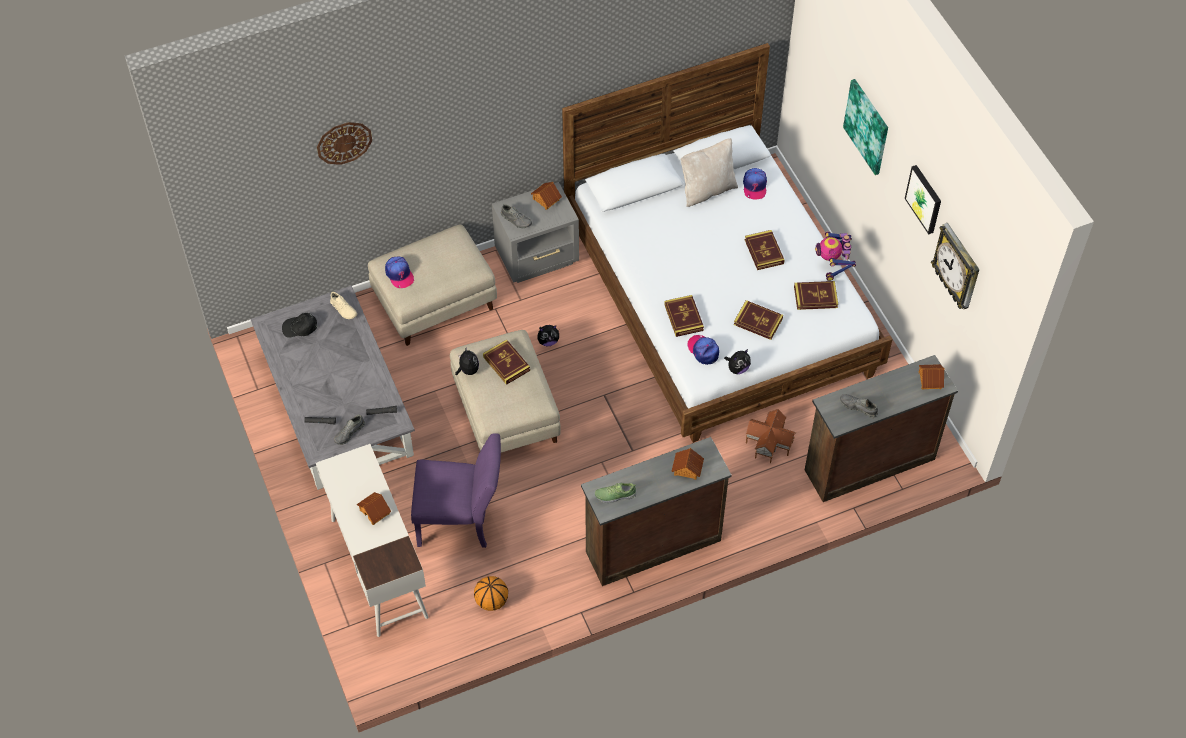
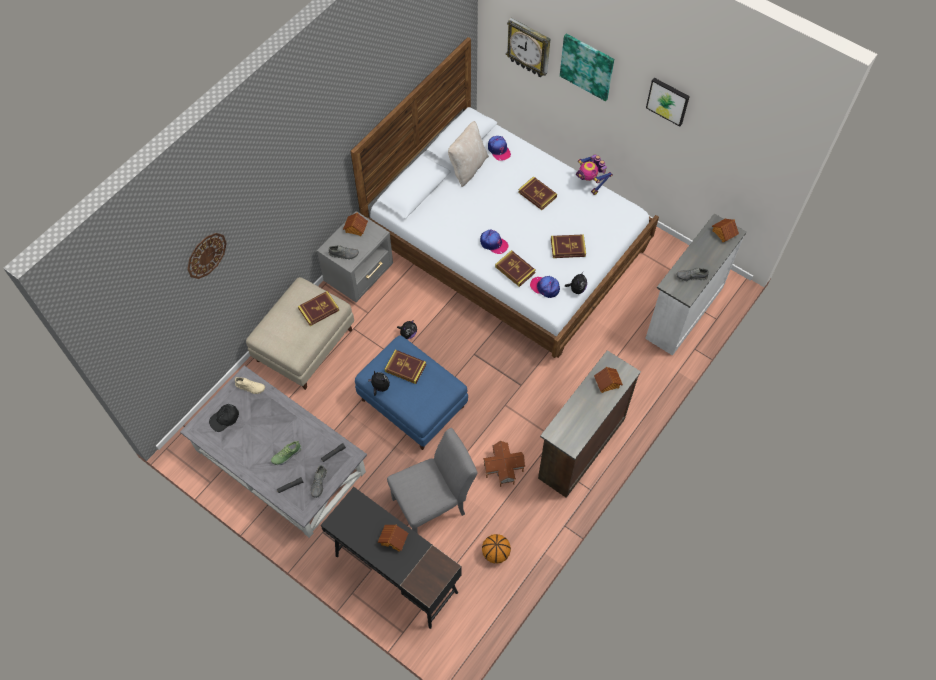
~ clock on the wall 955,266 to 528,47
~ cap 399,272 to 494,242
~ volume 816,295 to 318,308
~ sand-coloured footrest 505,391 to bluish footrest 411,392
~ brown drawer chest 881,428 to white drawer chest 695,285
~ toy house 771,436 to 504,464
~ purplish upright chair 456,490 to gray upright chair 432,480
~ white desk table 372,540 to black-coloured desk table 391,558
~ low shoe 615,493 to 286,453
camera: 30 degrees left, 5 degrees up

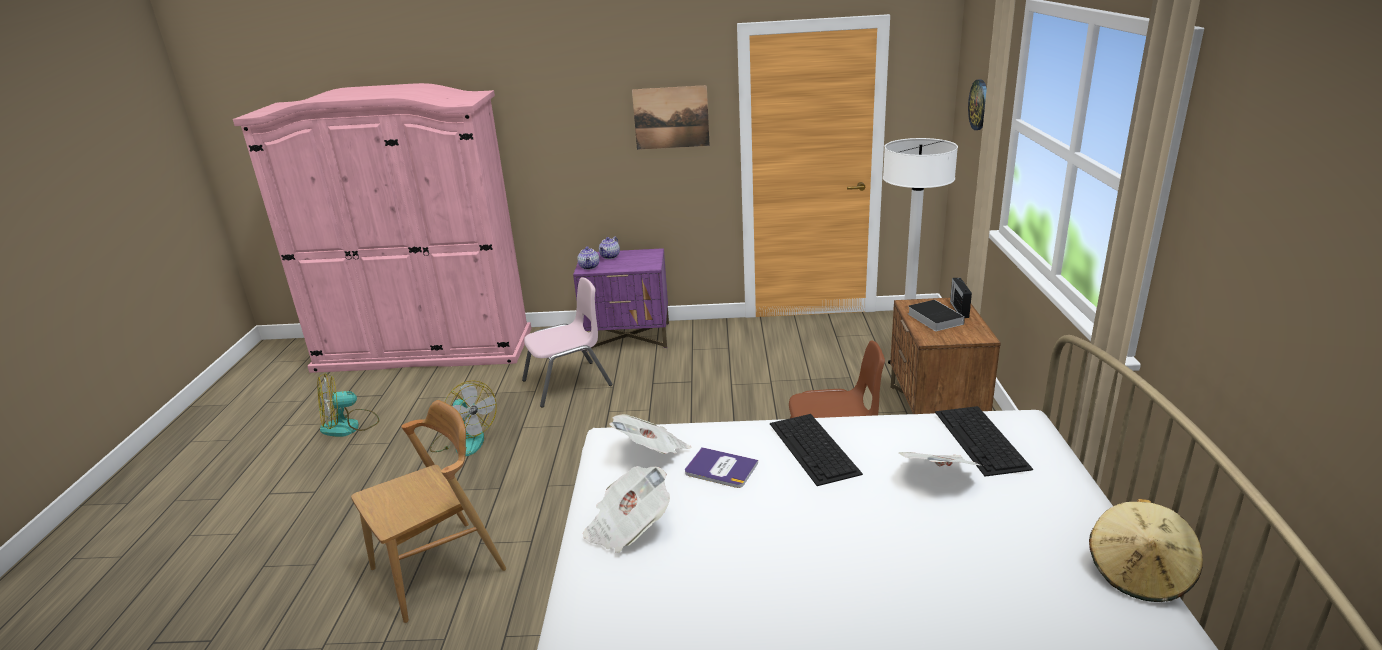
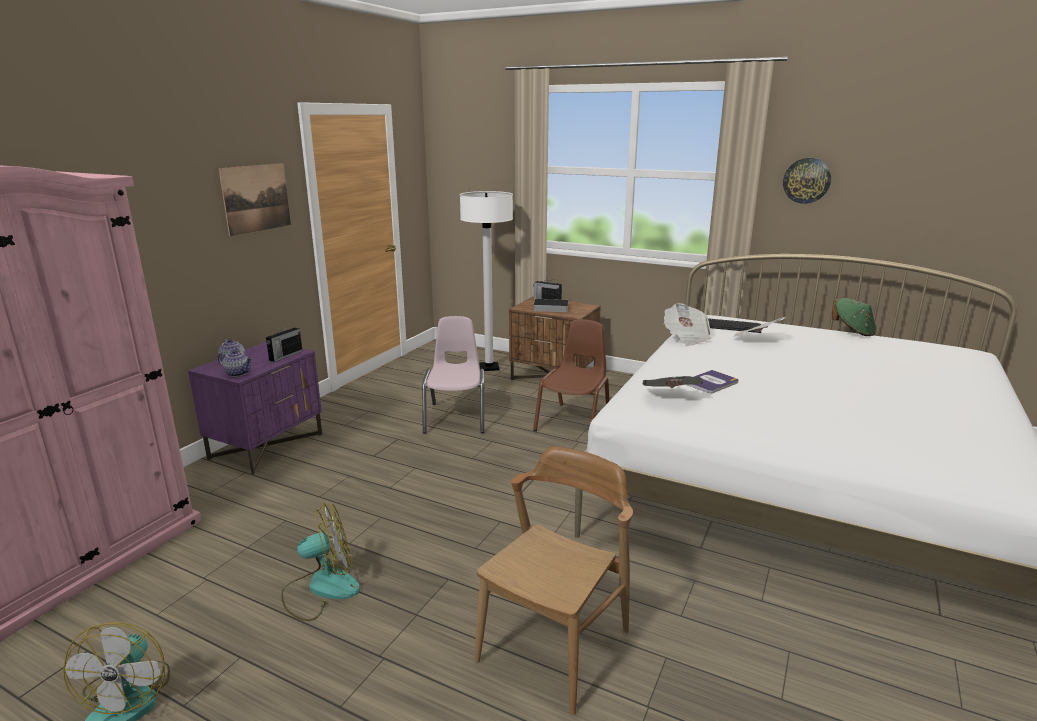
~ clock on the wall 977,104 to 807,181
~ pinkish upright chair 567,342 to 453,375
~ brown upright chair 428,511 = 553,580 45 degrees clockwise
- keyboard 816,450
~ newspaper 626,509 to 687,324
~ sand-coloured wearable hat 1146,550 to green-coloured wearable hat 854,317
+ radio 284,343
camera: 65 degrees left, 5 degrees down

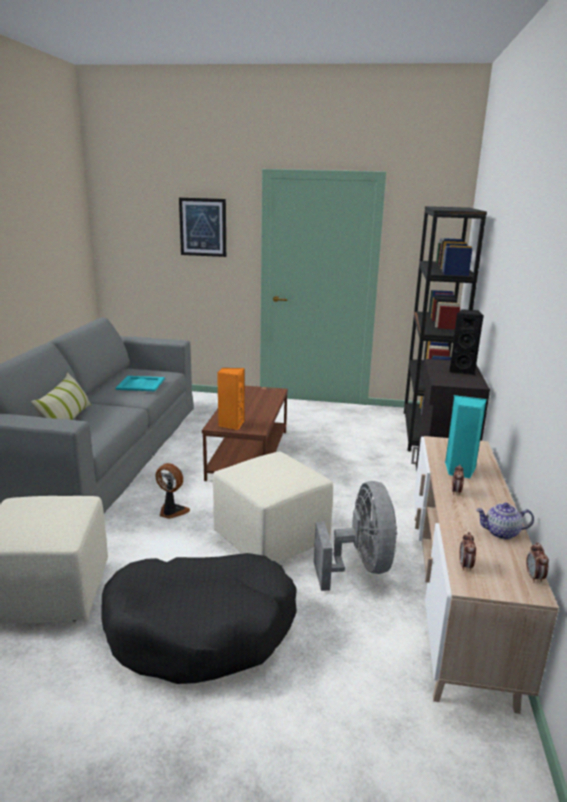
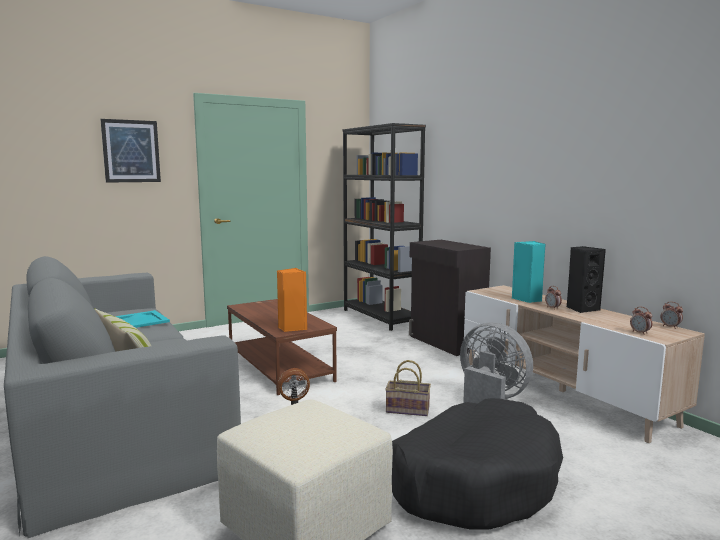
~ black-coloured audio speaker 466,342 to 586,279
~ sand-coloured footrest 273,507 to household basket 408,388
- tea pot 505,521
camera: 40 degrees left, 10 degrees down

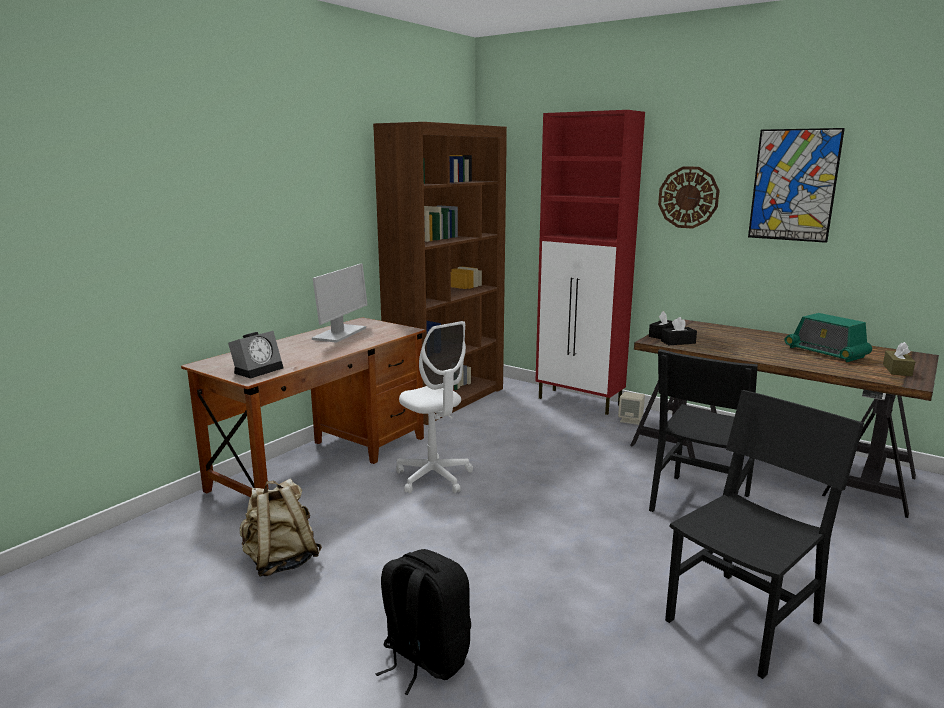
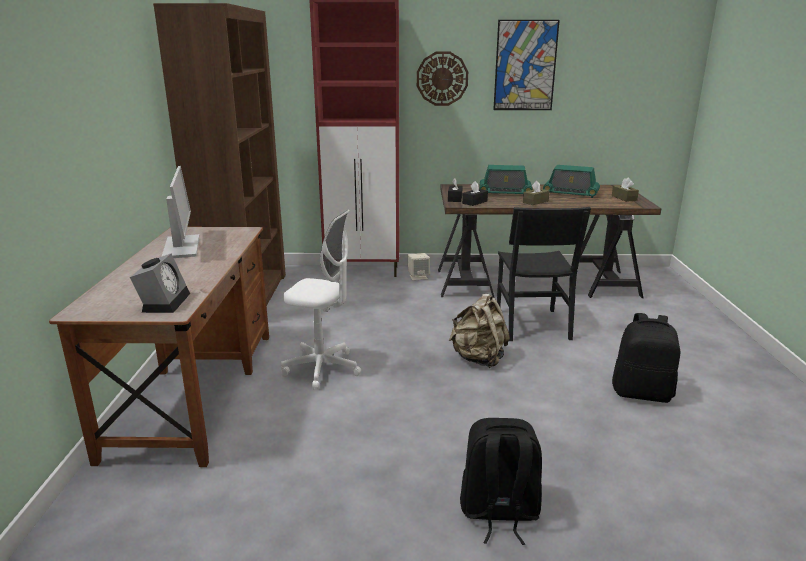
~ black-coloured upright chair 764,534 to black-coloured knapsack 646,358
~ sand-coloured knapsack 281,527 to 479,330
+ radio 506,179
+ brown box of tissues 536,193
camera: 35 degrees left, 5 degrees up

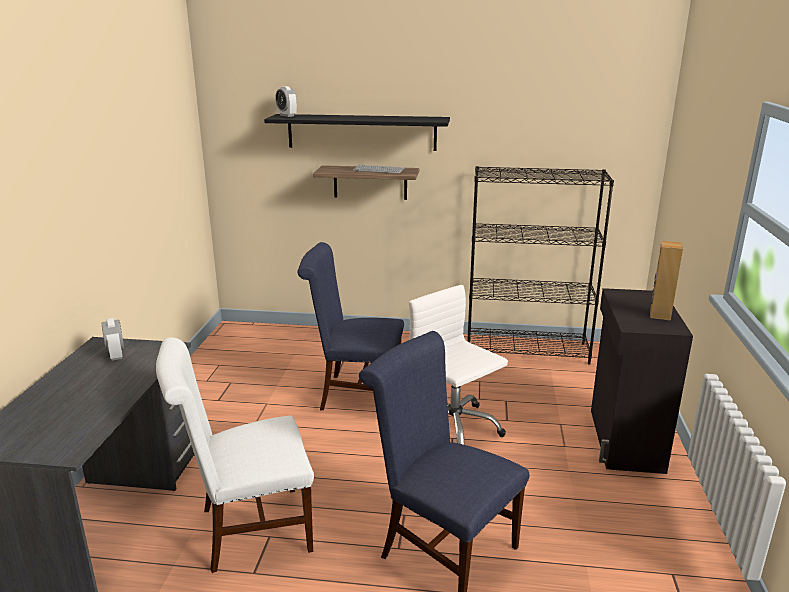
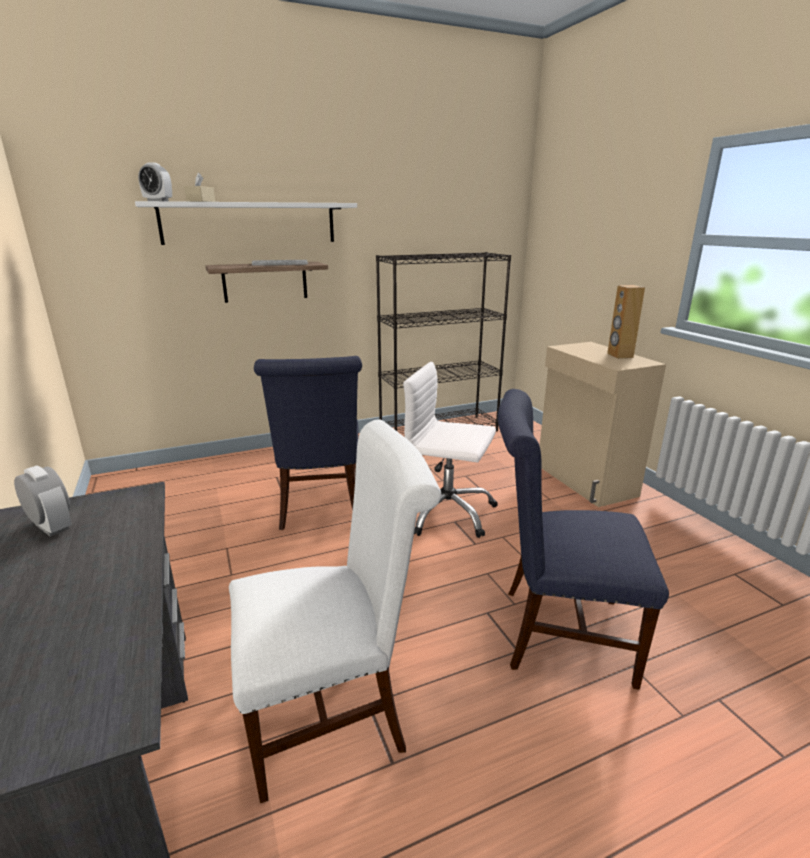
~ black-coloured bracket shelf 357,132 to white bracket shelf 246,223
~ bluish upright chair 350,326 = 308,443 75 degrees counterclockwise
~ black-coloured cupboard 642,381 to sand-coloured cupboard 603,424
~ white upright chair 235,455 = 335,611 150 degrees counterclockwise
+ sand-coloured box of tissues 199,187
camera: 30 degrees left, 0 degrees up

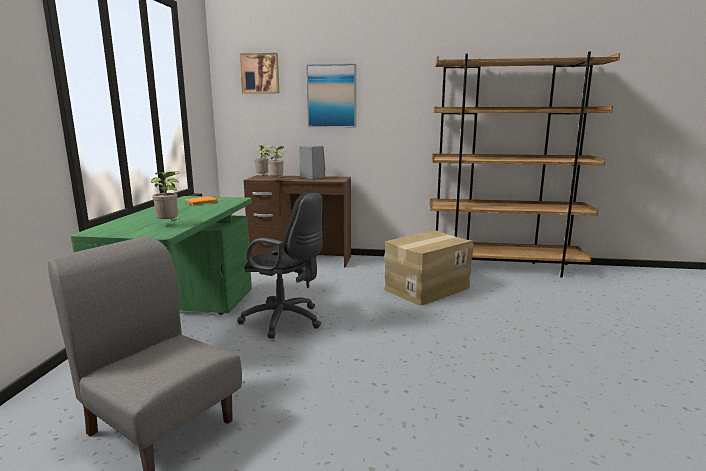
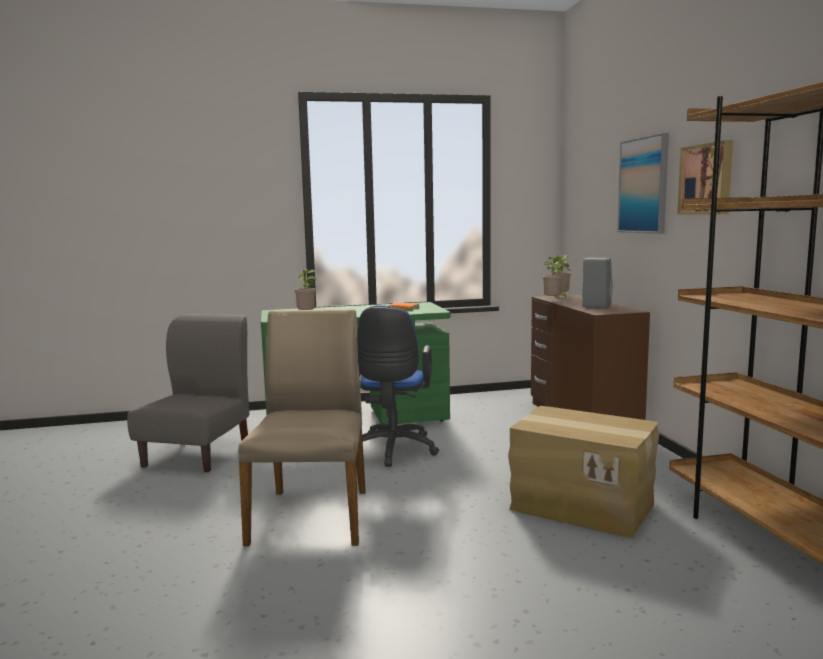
~ picture 259,73 to 705,177
~ black-coloured desk chair 280,265 to bluish desk chair 398,386
+ sand-coloured upright chair 302,427
camera: 70 degrees right, 5 degrees down

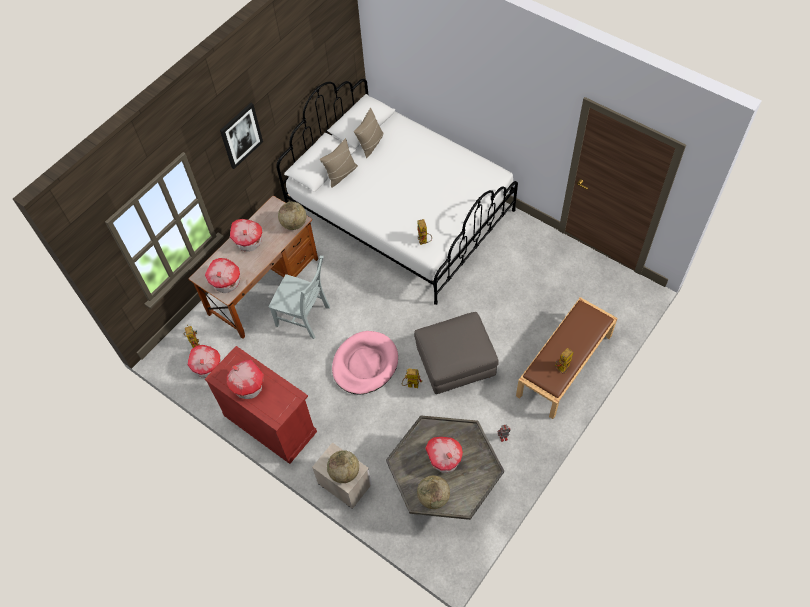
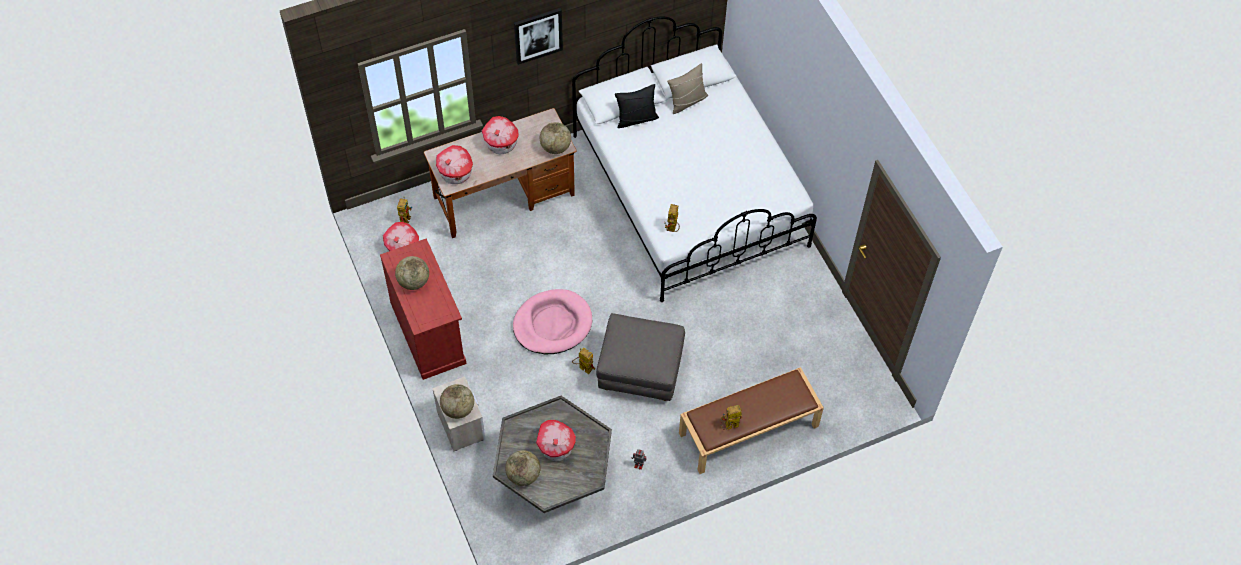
~ sand-coloured cushion 339,163 to black-coloured cushion 637,106
- gray upright chair 299,297
~ toy house 245,379 to globe 412,273
camera: 25 degrees right, 0 degrees up

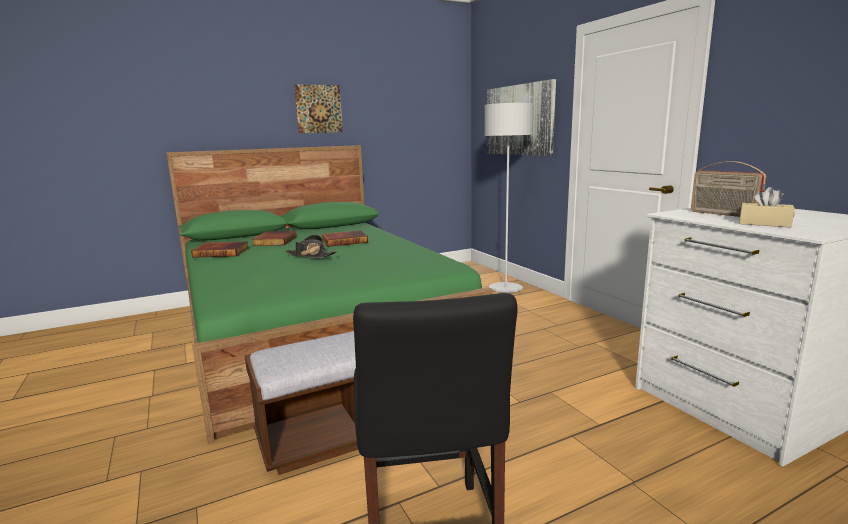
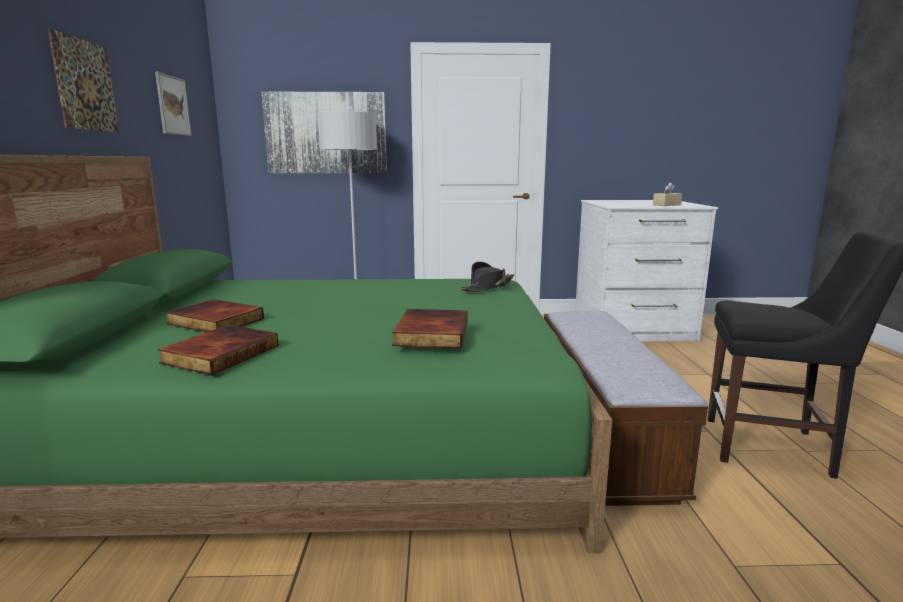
- radio 728,189
~ volume 345,238 to 430,328
~ black-coloured wearable hat 311,246 to 486,277
+ picture 173,104
camera: 65 degrees left, 0 degrees up

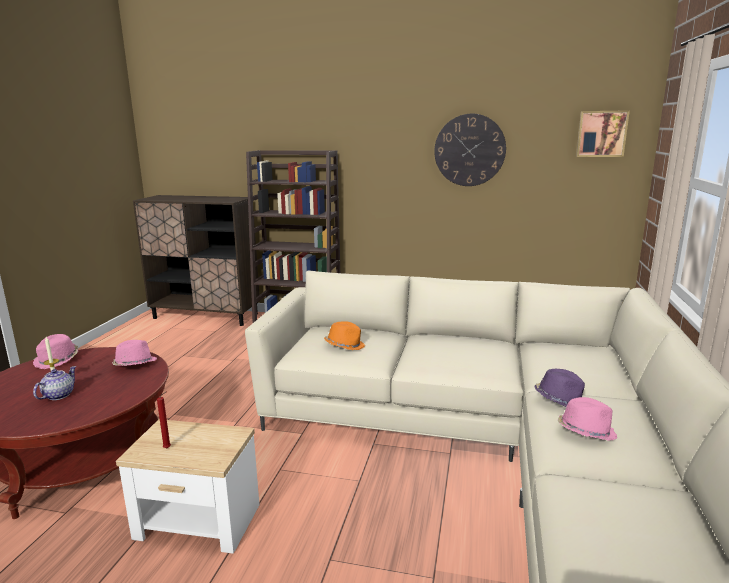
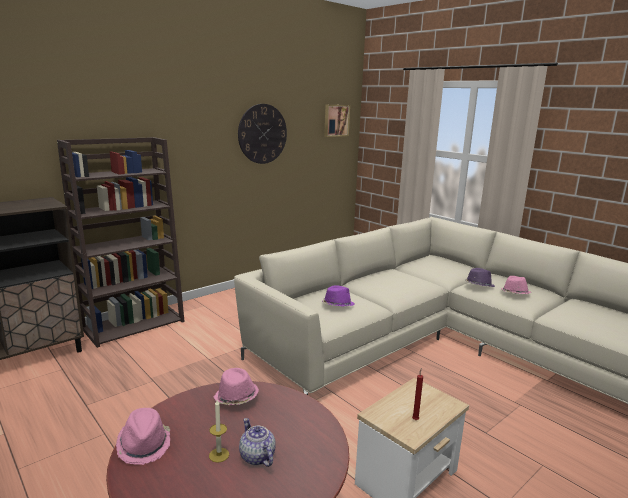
~ orange-coloured wearable hat 344,335 to purplish wearable hat 338,296
camera: 55 degrees left, 0 degrees up

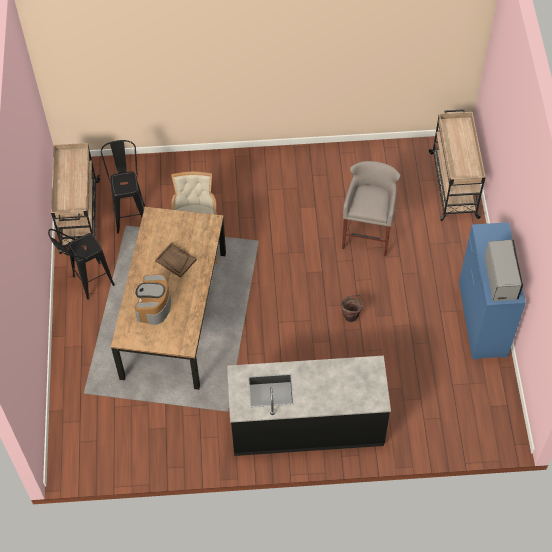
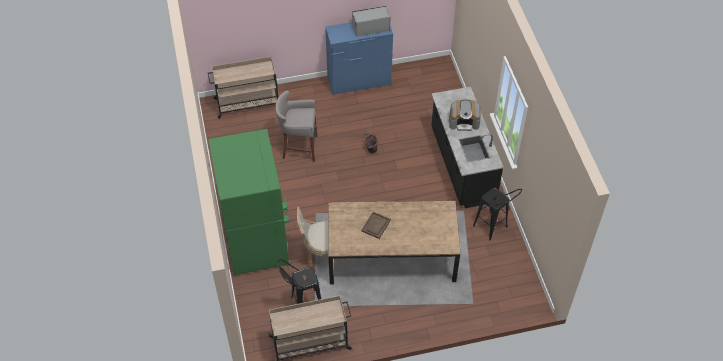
~ black-coloured stool 81,264 to 497,214
~ coffee machine 153,299 to 465,115
+ green-coloured kitchen fridge 249,202
camera: 100 degrees left, 5 degrees down

